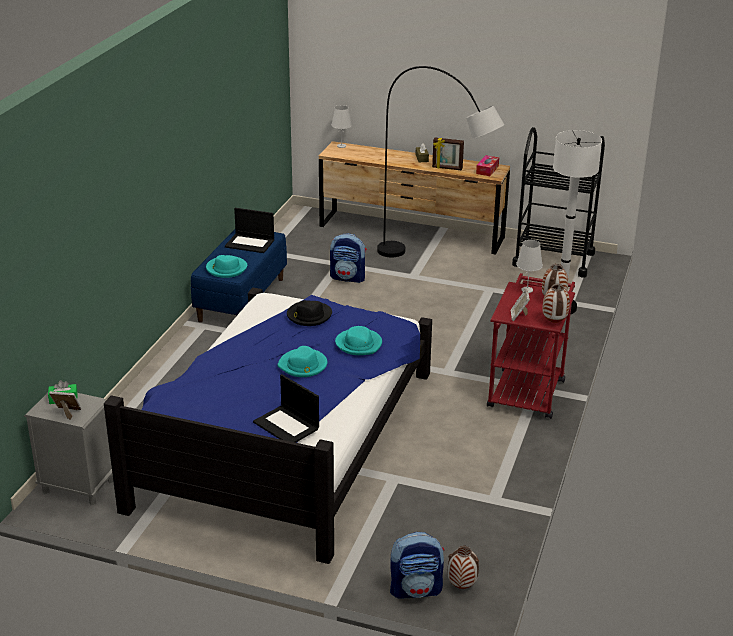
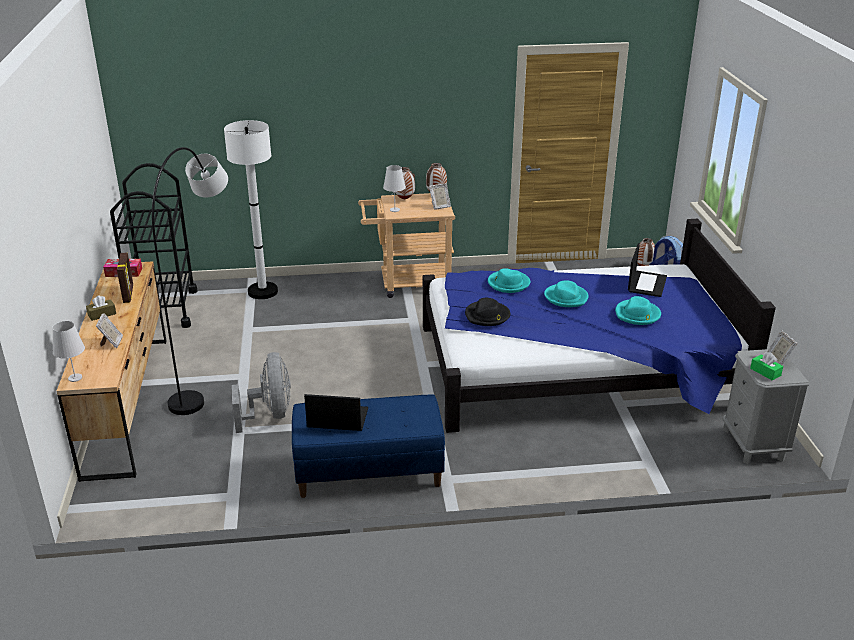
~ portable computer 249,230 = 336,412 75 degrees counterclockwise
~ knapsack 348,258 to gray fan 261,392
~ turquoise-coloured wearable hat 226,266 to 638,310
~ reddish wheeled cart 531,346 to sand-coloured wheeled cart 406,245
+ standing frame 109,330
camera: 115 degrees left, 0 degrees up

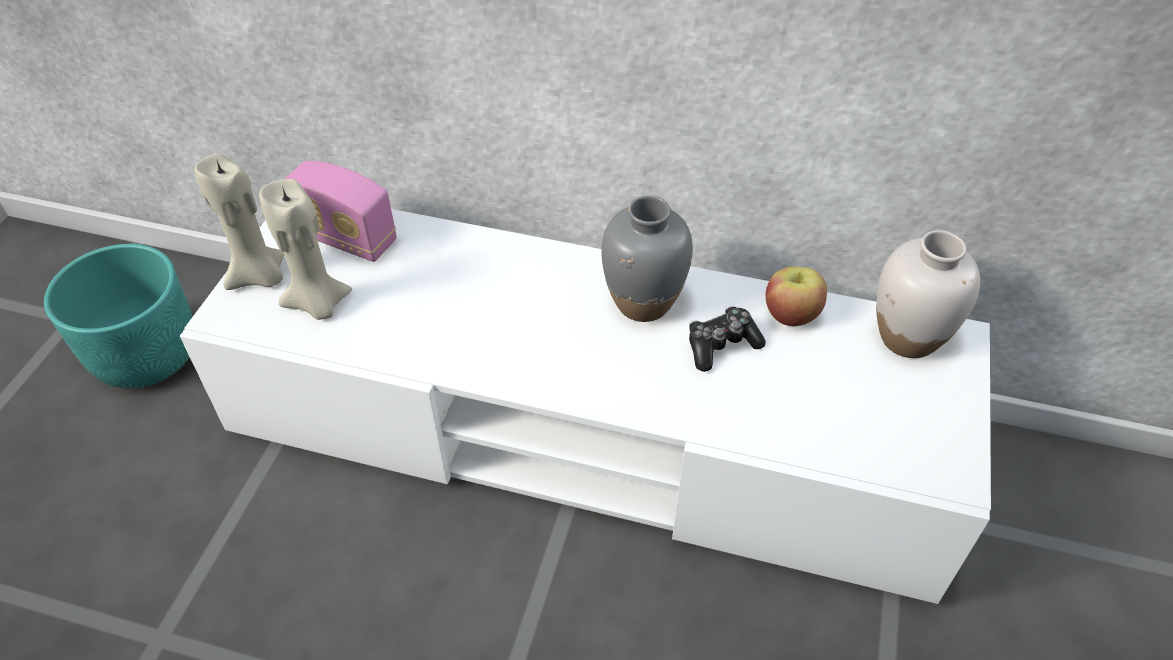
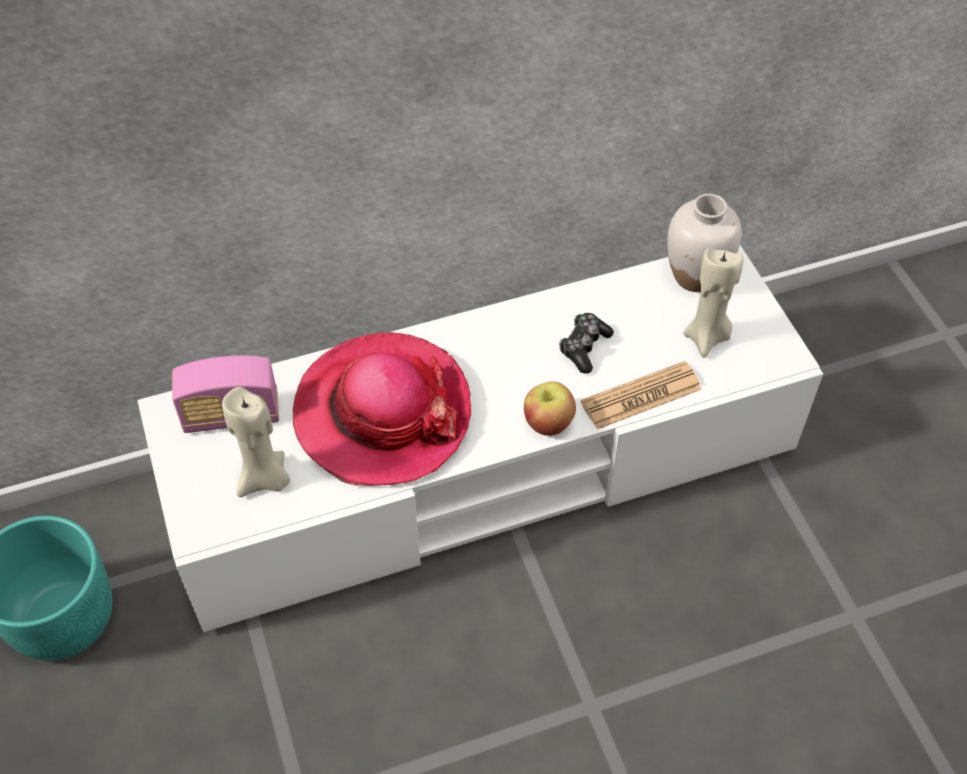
~ sand-coloured wax light 239,221 to 713,302
- gray vase 647,259
~ apple fruit 796,296 to 550,408
+ wearable hat 382,409
+ newspaper 641,395
camera: 35 degrees left, 5 degrees up

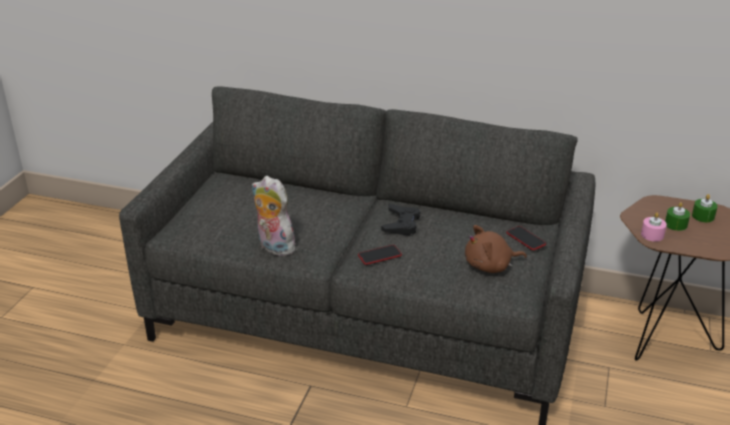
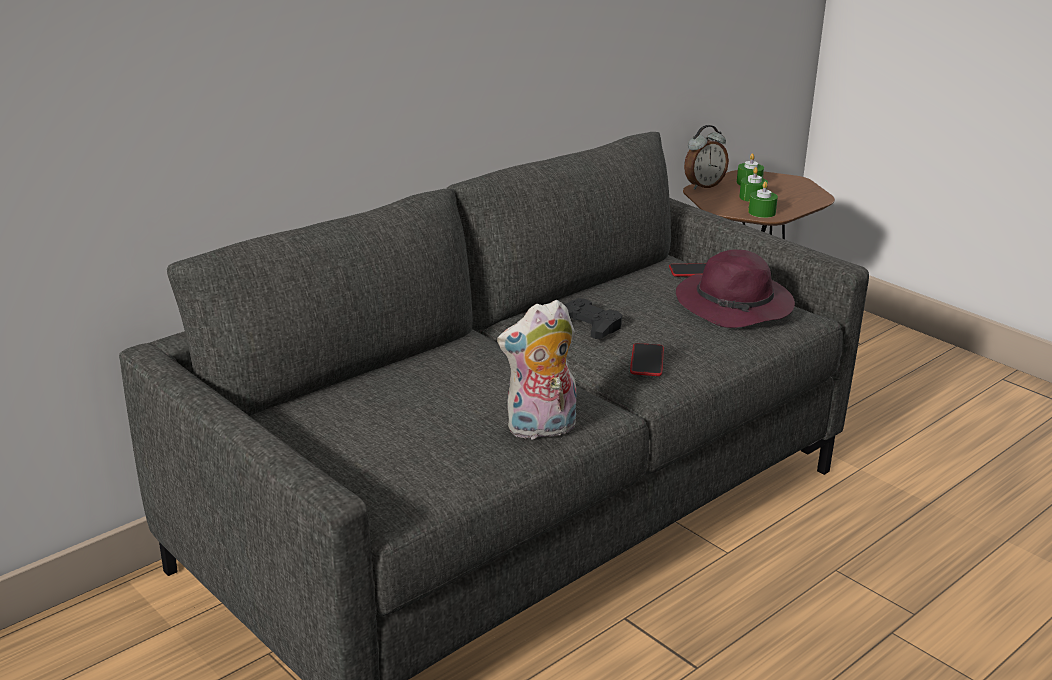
~ pinkish wax light 654,227 to green-coloured wax light 763,200
~ brown cuddly toy 496,249 to purplish wearable hat 735,289
+ table clock 706,157
camera: 60 degrees left, 5 degrees down

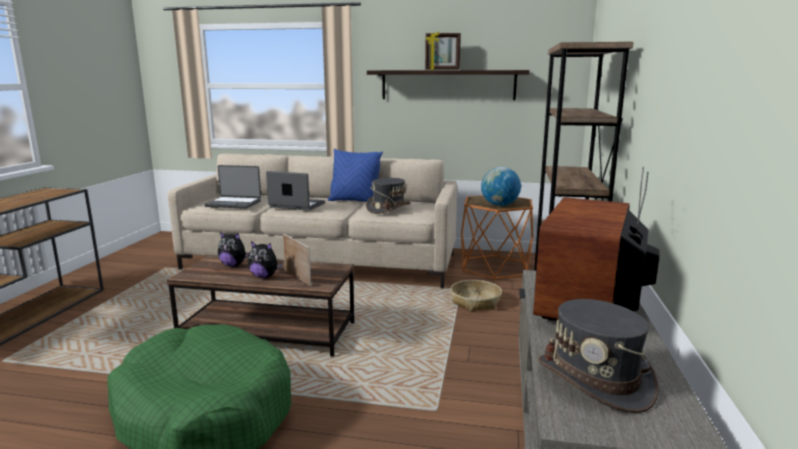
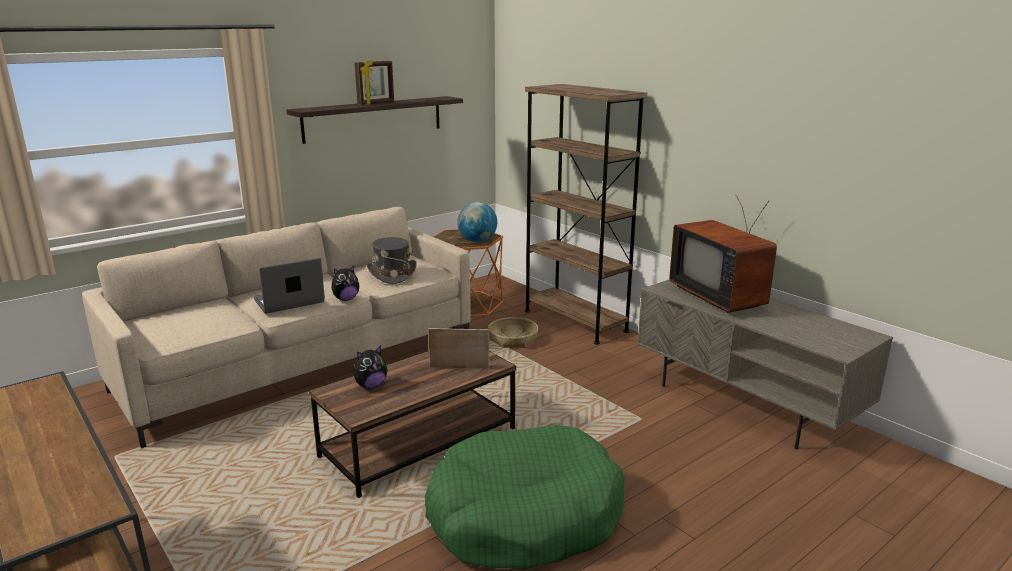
- bluish cushion 355,175
- portable computer 232,187
~ cuddly toy 265,259 to 345,283
- gray wearable hat 598,356
camera: 50 degrees left, 5 degrees up

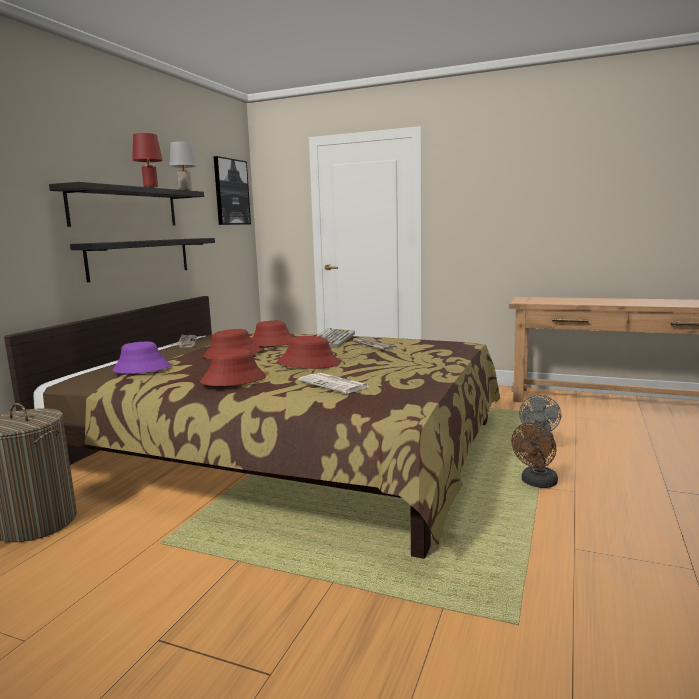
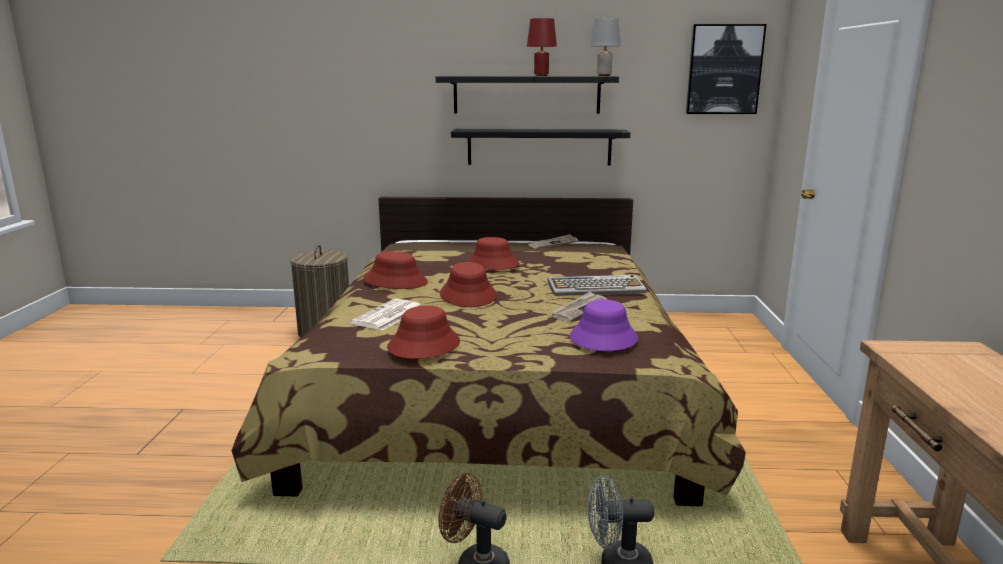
~ reddish wearable hat 272,333 to 423,332
~ purplish wearable hat 142,358 to 604,325
camera: 70 degrees right, 5 degrees up

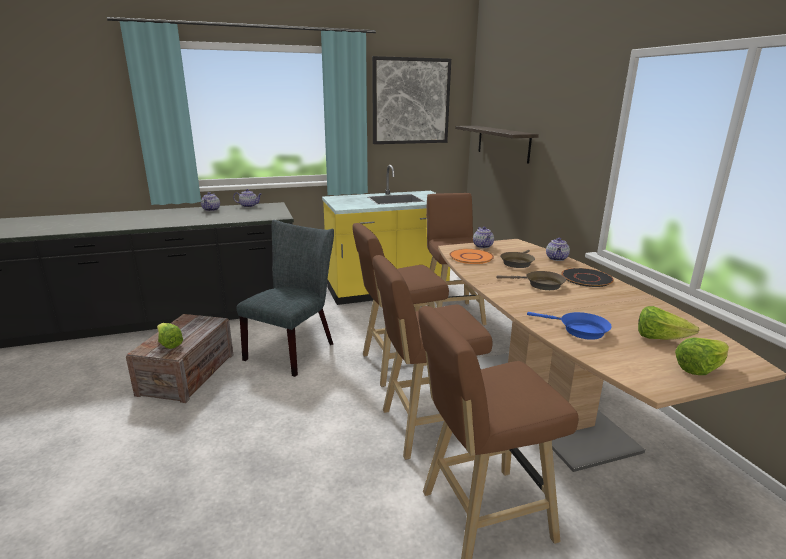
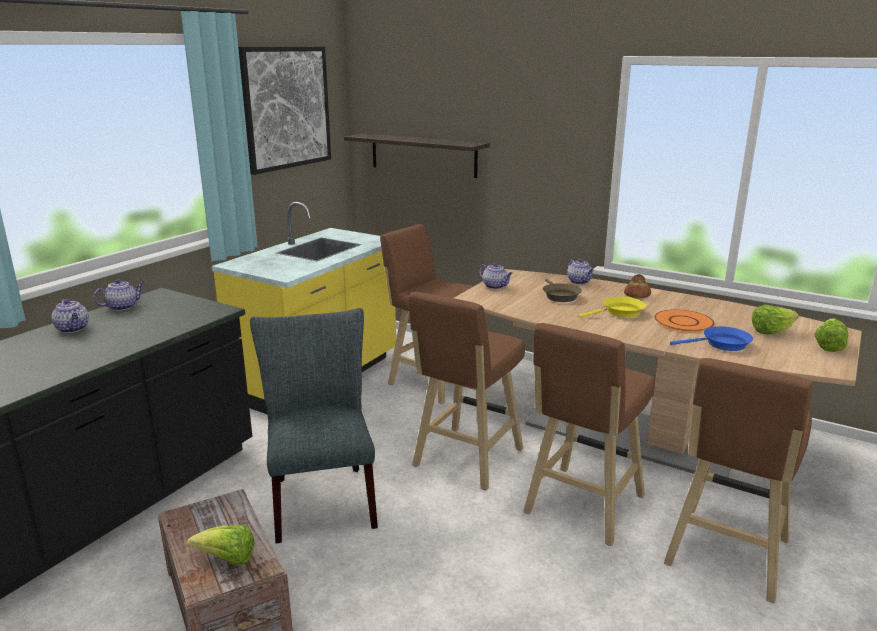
~ orange-coloured flat dish 471,256 to 684,320
~ black-coloured flat dish 587,277 to bread 637,286
~ brown pan 531,280 to yellow pan 612,307
camera: 40 degrees left, 0 degrees up

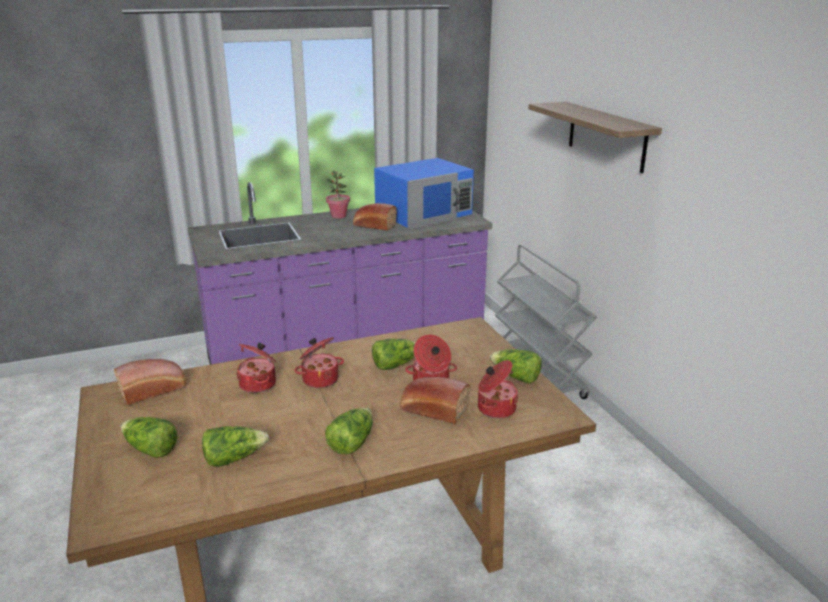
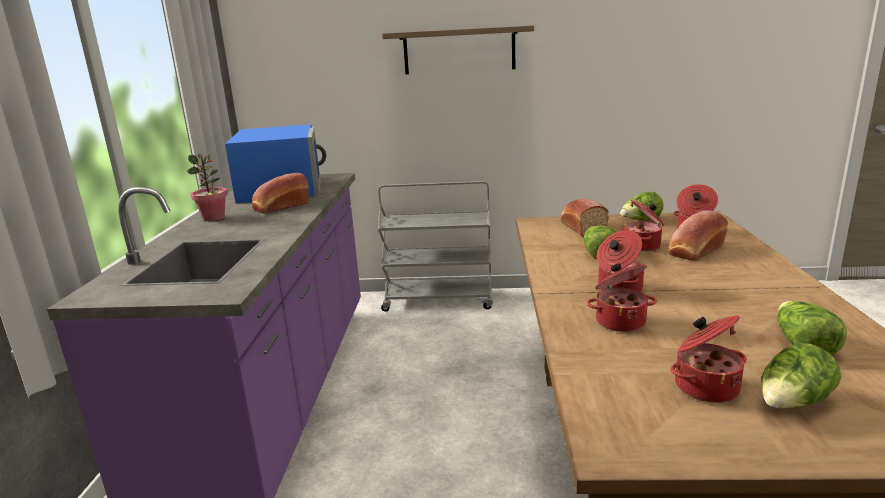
~ bread 150,382 to 584,218
- head of lettuce 349,431
+ stockpot 708,359
camera: 65 degrees left, 5 degrees down

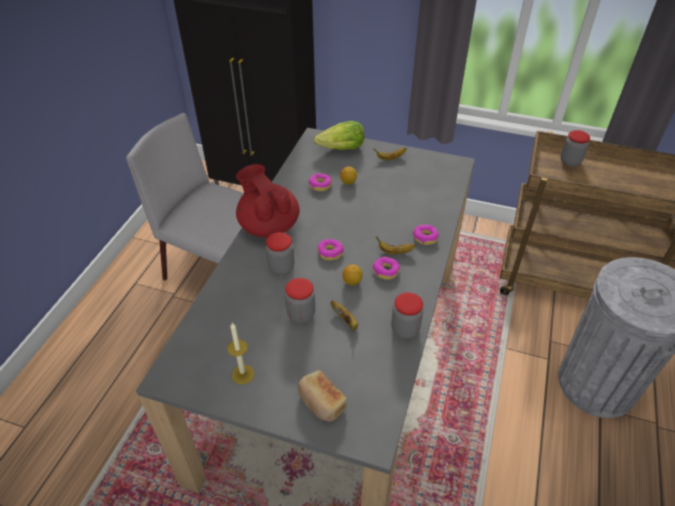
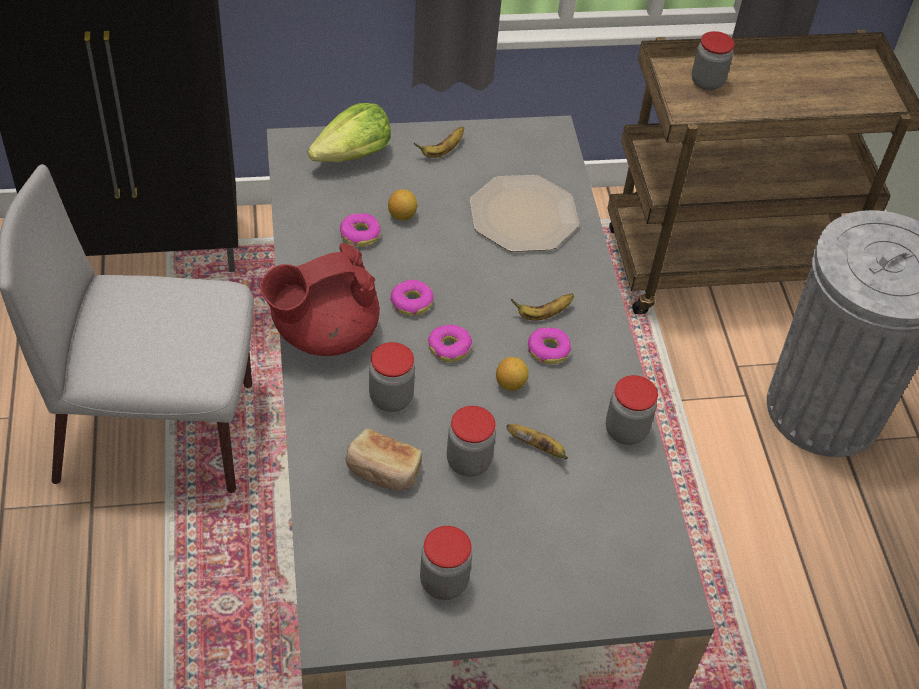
~ reddish tea pot 268,200 = 320,299 60 degrees counterclockwise
~ donut 426,235 to 412,298
~ wax light 240,353 to storage jar 446,563
~ bread 322,396 to 384,459
+ flat dish 524,213
camera: 30 degrees left, 5 degrees up

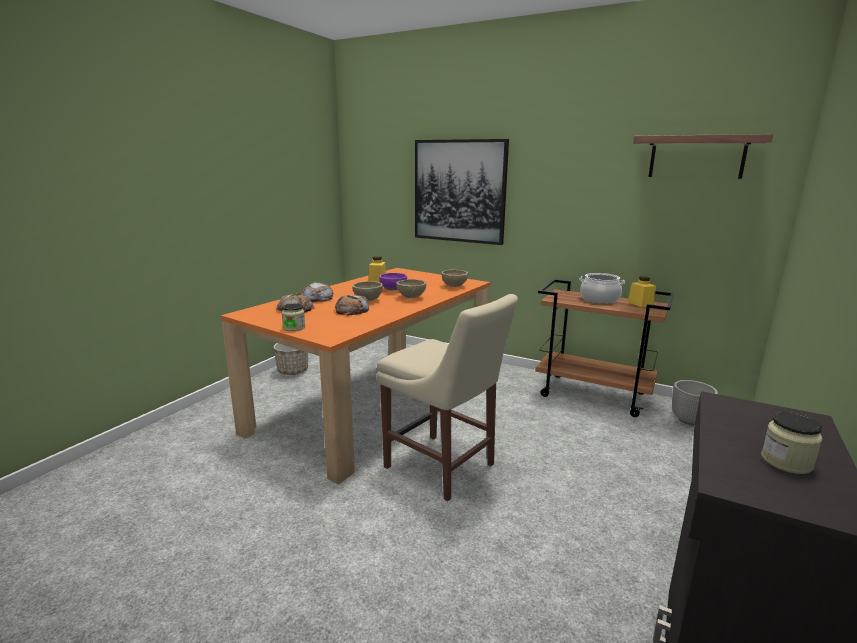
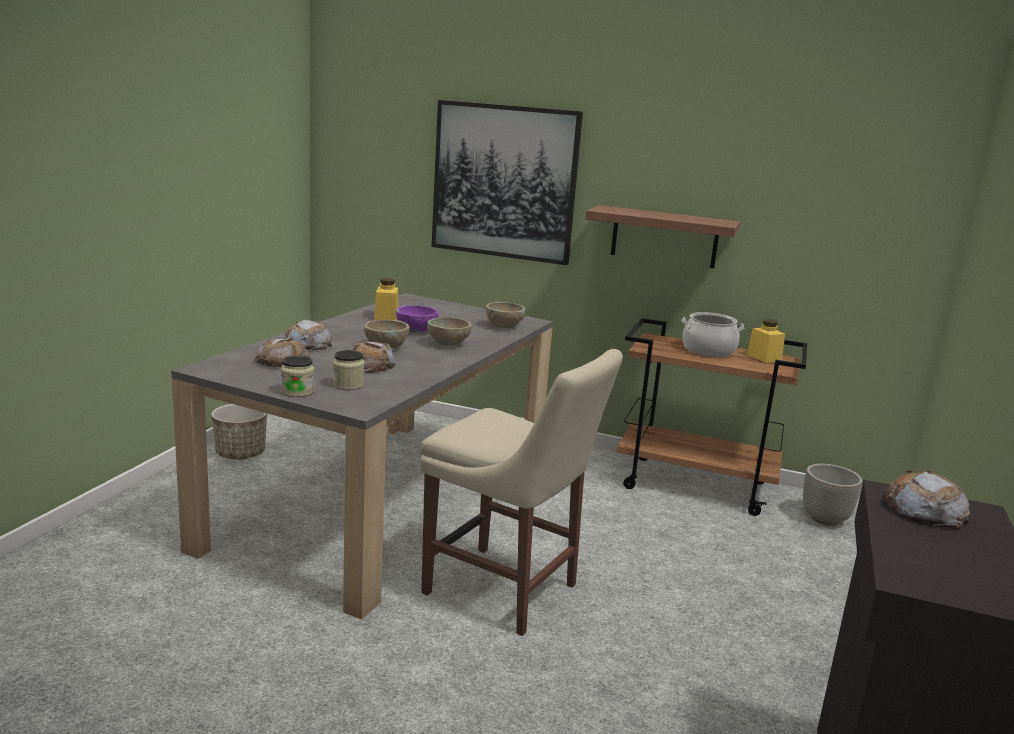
~ bracket shelf 703,156 to 662,236
~ orange-coloured dining table 355,376 to gray dining table 362,456
~ storage jar 791,443 to 349,370
+ bread 927,499
camera: 10 degrees left, 0 degrees up

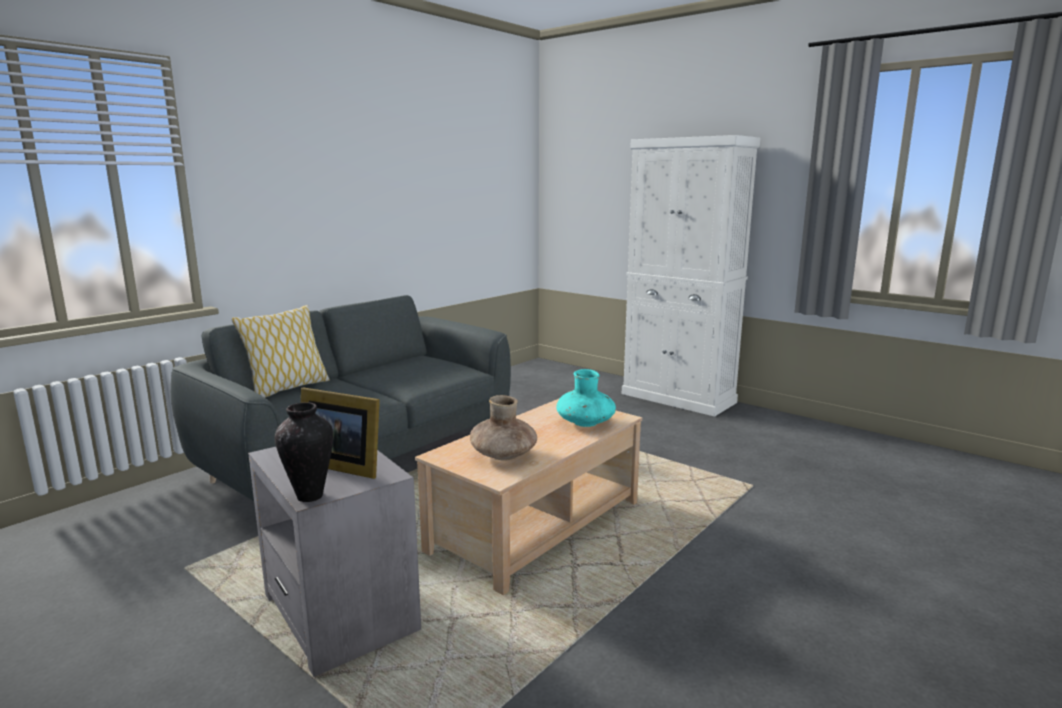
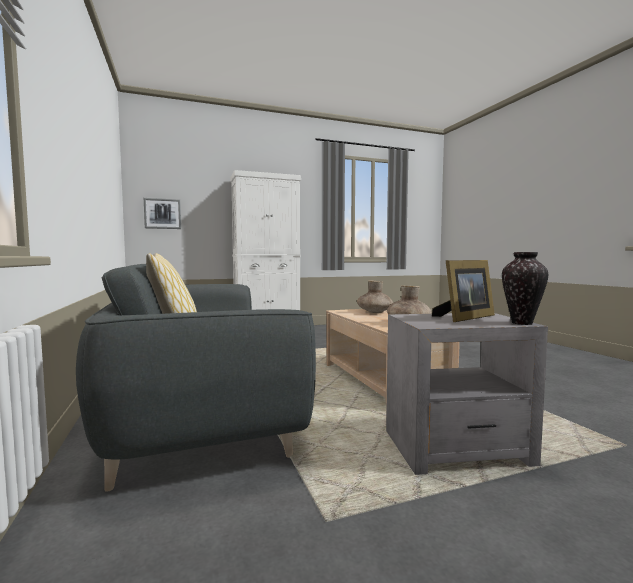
~ turquoise-coloured vase 586,398 to brown vase 375,296
+ picture 162,213
camera: 60 degrees left, 10 degrees down

